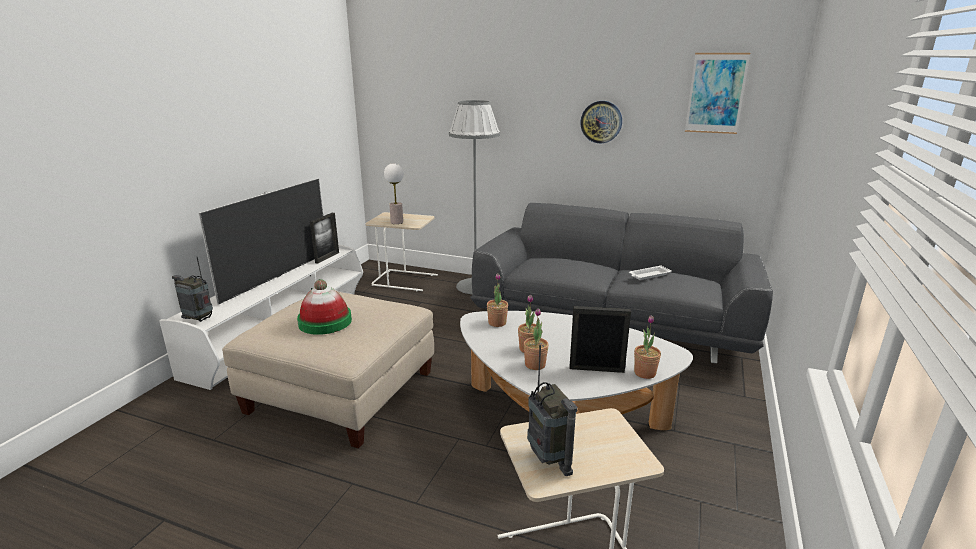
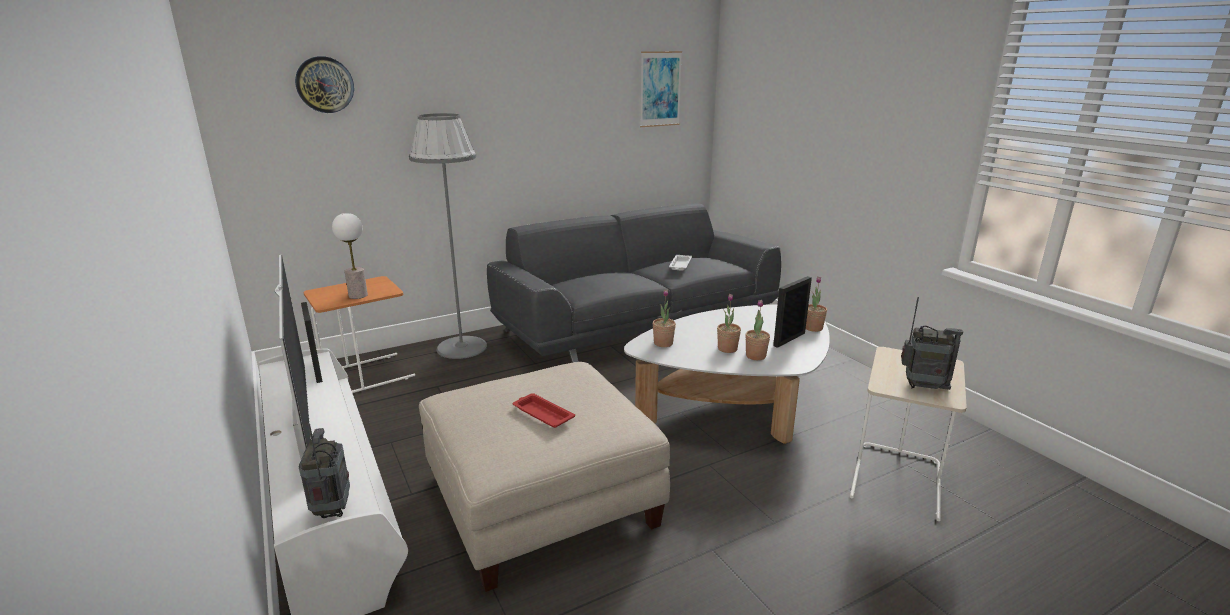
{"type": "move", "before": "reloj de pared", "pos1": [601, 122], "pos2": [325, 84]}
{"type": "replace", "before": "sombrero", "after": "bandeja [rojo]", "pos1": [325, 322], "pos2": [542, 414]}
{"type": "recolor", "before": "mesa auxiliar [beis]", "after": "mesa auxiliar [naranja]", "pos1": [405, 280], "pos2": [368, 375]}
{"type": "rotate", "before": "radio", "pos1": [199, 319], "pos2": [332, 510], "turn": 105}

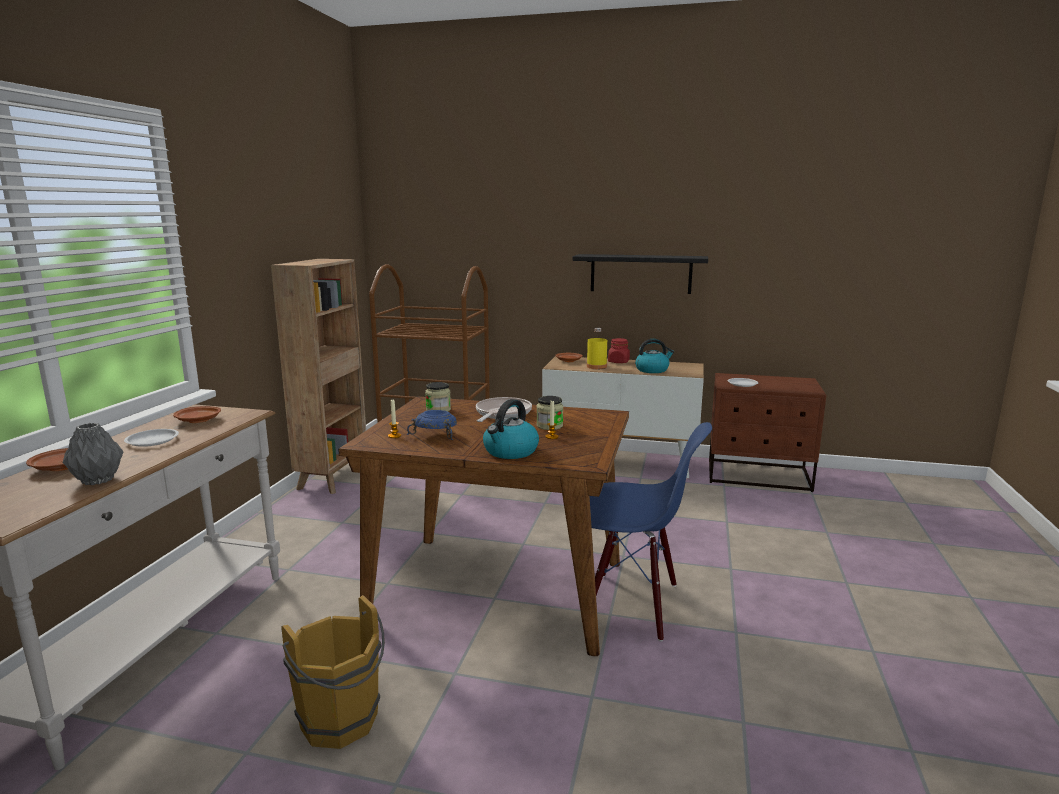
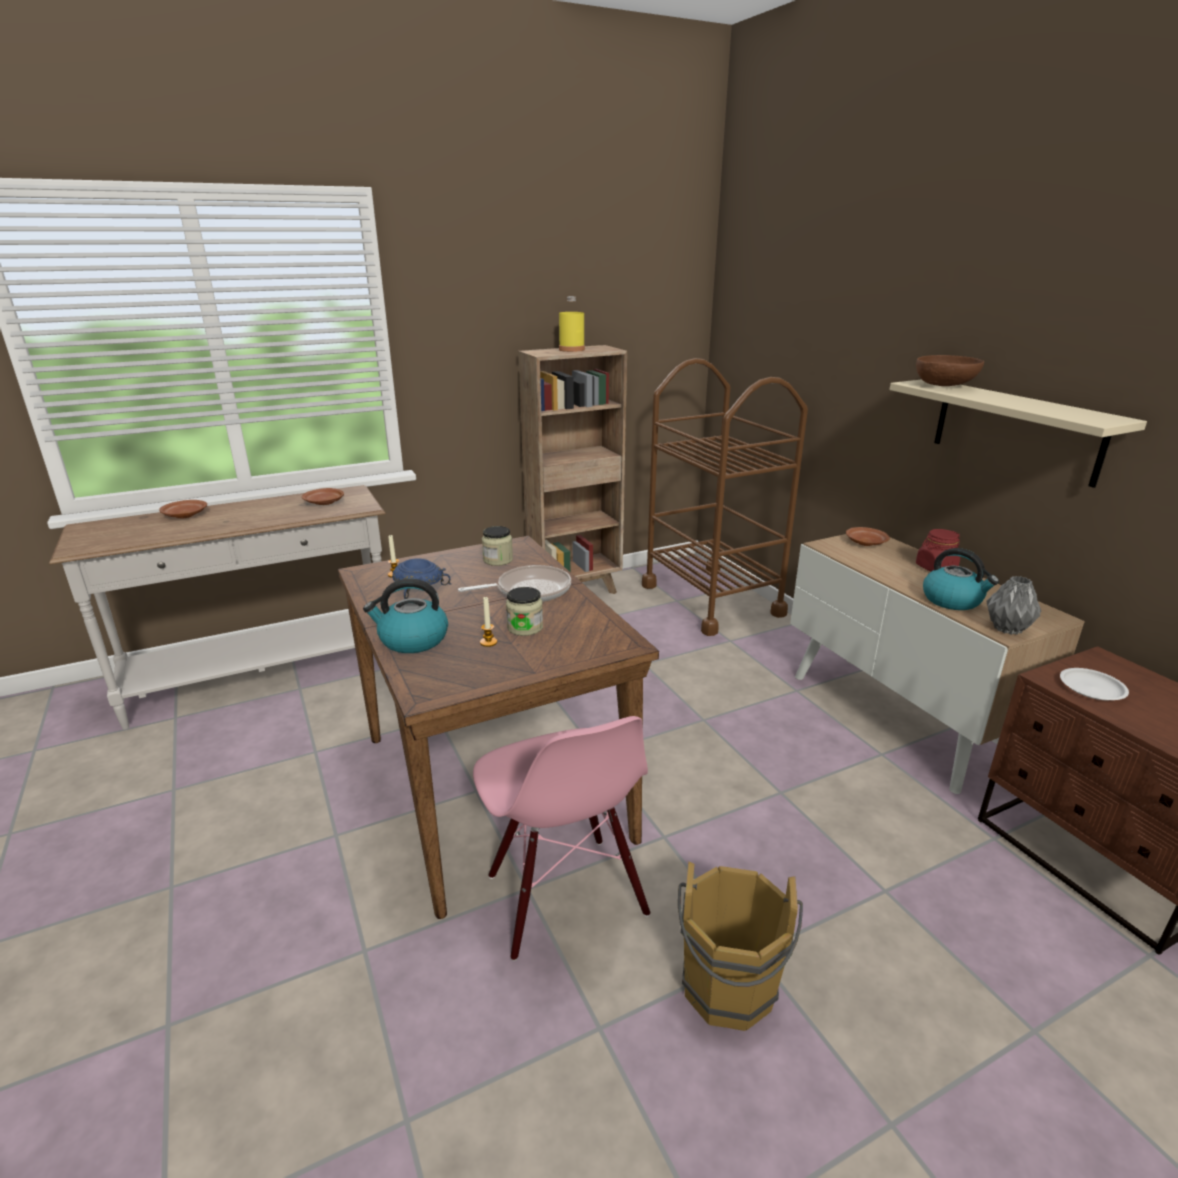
{"type": "delete", "before": "plato [blanco]", "pos1": [152, 441]}
{"type": "insert", "after": "cuenco [marrón]", "pos2": [945, 386]}
{"type": "move", "before": "florero [gris]", "pos1": [98, 480], "pos2": [1008, 629]}
{"type": "move", "before": "cubo [marrón]", "pos1": [342, 725], "pos2": [727, 995]}
{"type": "move", "before": "botella [amarillo]", "pos1": [596, 366], "pos2": [571, 349]}
{"type": "recolor", "before": "estante [negro]", "after": "estante [beis]", "pos1": [640, 273], "pos2": [1016, 430]}
{"type": "recolor", "before": "silla [azul]", "after": "silla [rosa]", "pos1": [631, 604], "pos2": [564, 896]}

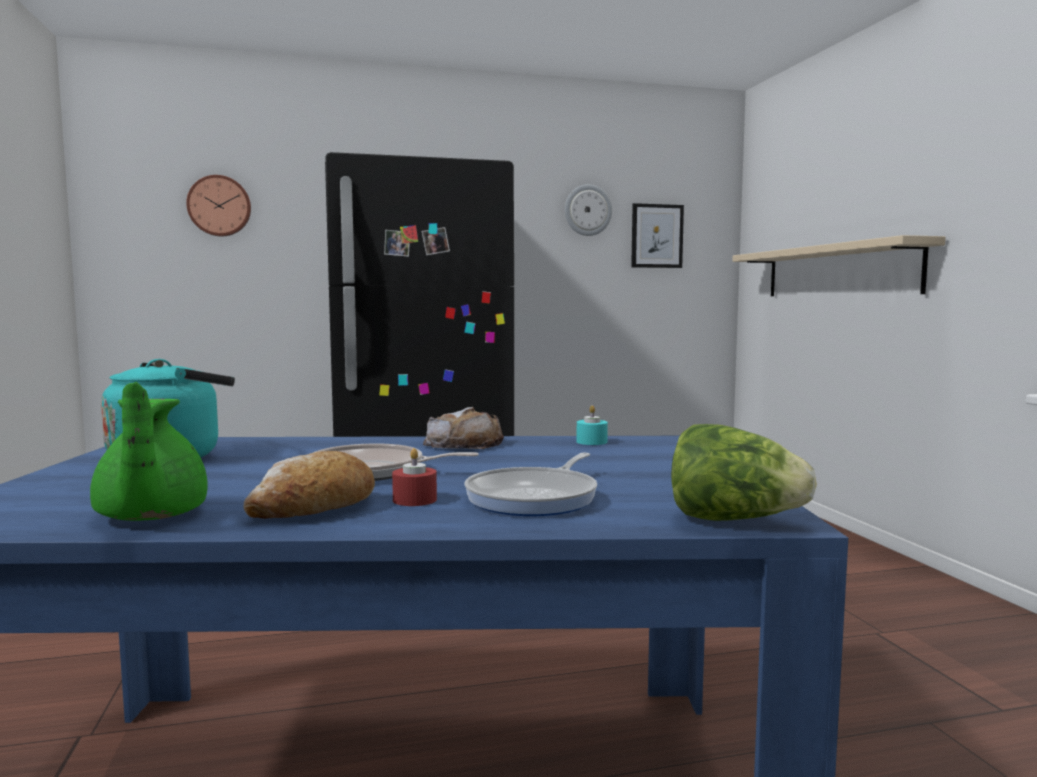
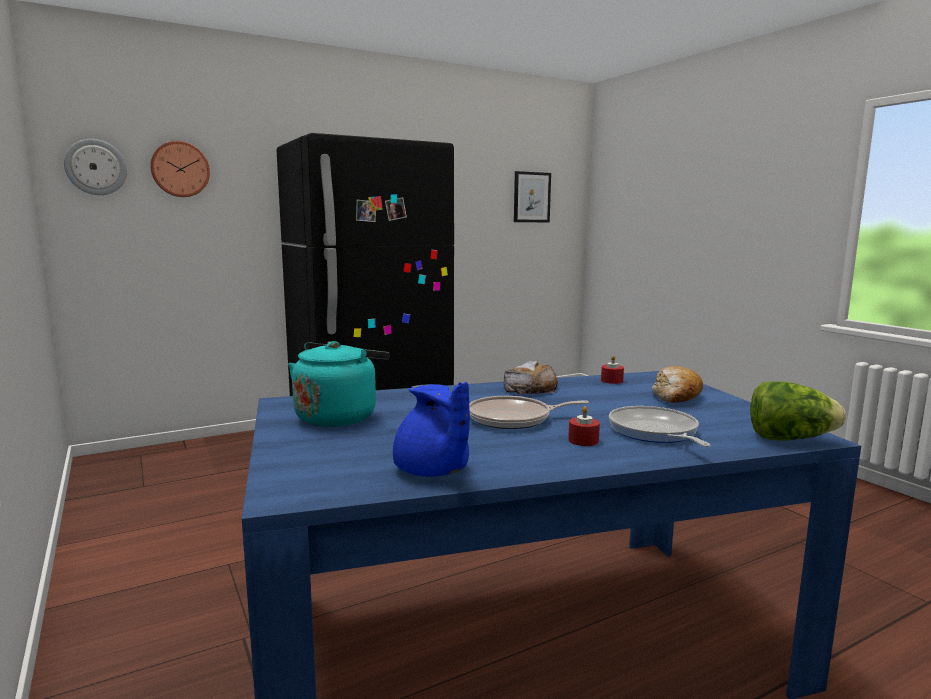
{"type": "delete", "before": "estante [beis]", "pos1": [838, 271]}
{"type": "move", "before": "pan", "pos1": [314, 508], "pos2": [676, 396]}
{"type": "move", "before": "reloj de pared", "pos1": [587, 210], "pos2": [96, 167]}
{"type": "recolor", "before": "tetera [verde]", "after": "tetera [azul]", "pos1": [149, 517], "pos2": [432, 471]}
{"type": "recolor", "before": "vela [turquesa]", "after": "vela [rojo]", "pos1": [591, 442], "pos2": [612, 380]}
{"type": "rotate", "before": "sartén", "pos1": [536, 498], "pos2": [654, 432], "turn": 150}

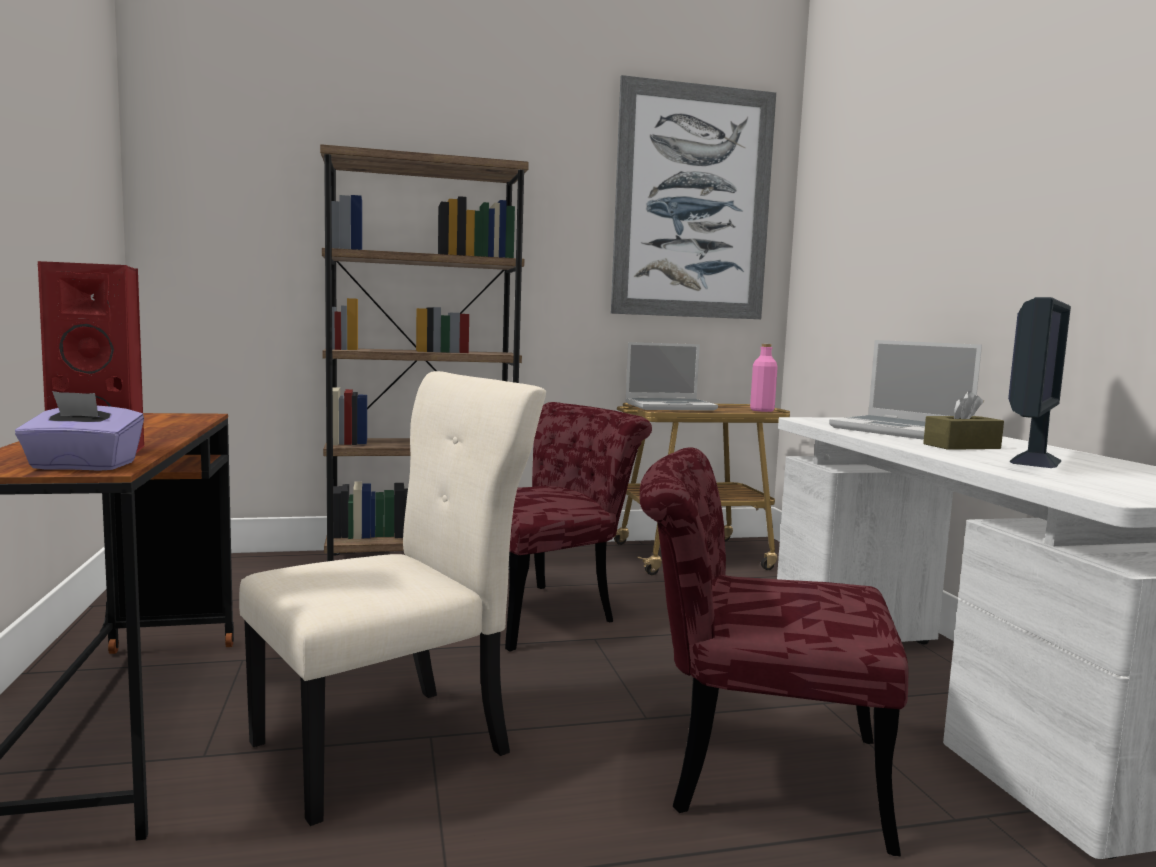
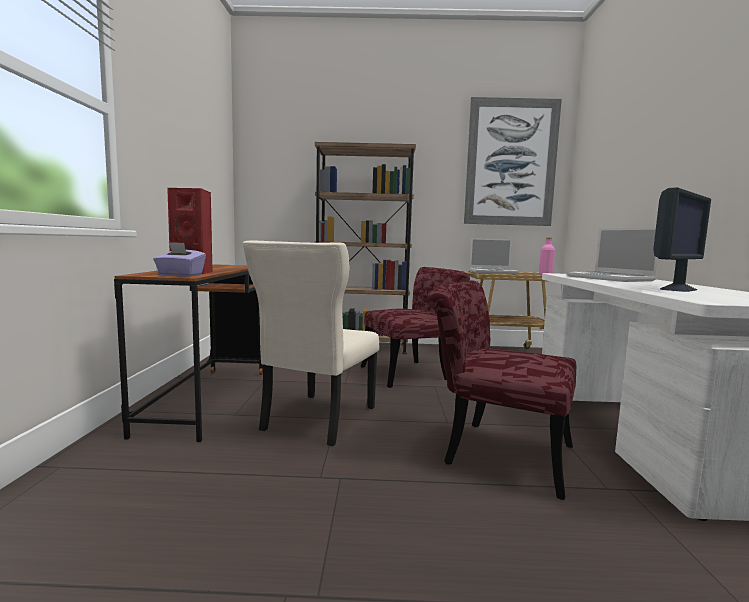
{"type": "delete", "before": "caja de pañuelos [marrón]", "pos1": [961, 446]}
{"type": "rotate", "before": "silla [beis]", "pos1": [391, 746], "pos2": [317, 420], "turn": 135}

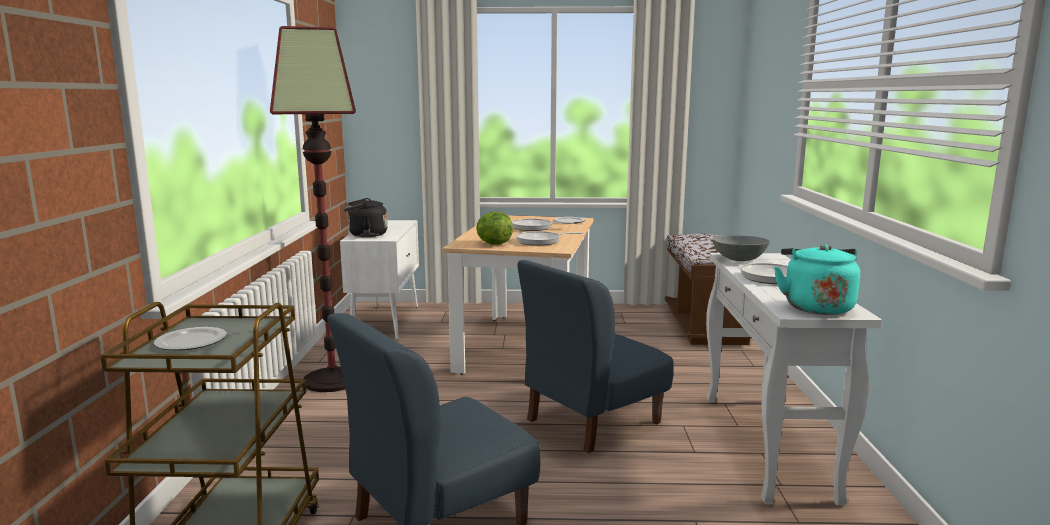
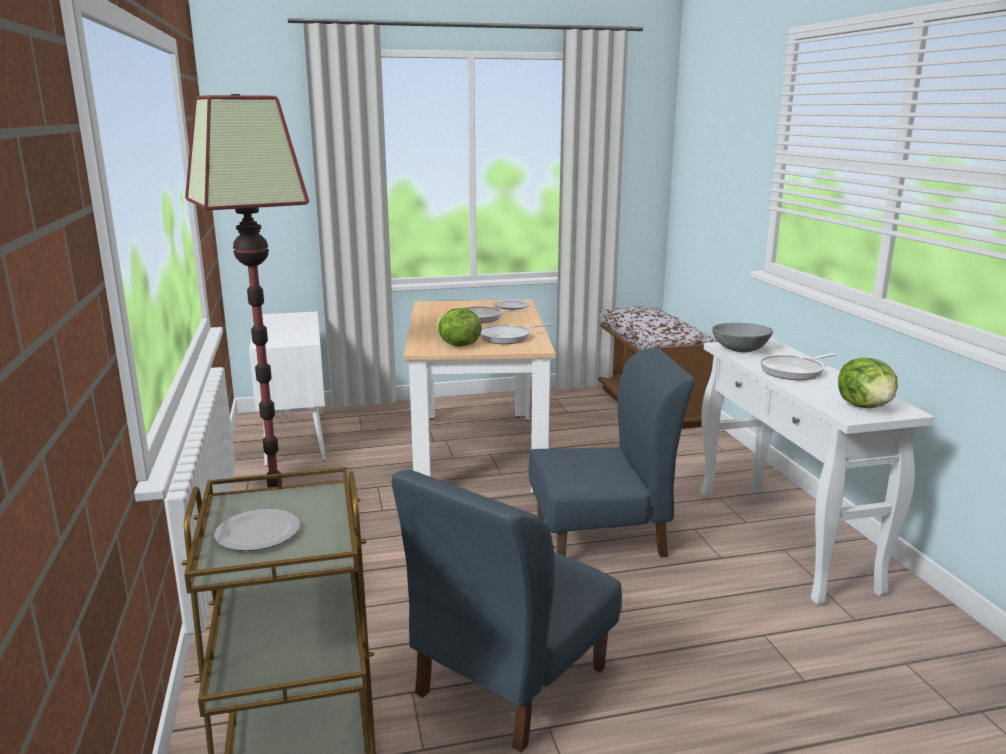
{"type": "delete", "before": "hervidor [negro]", "pos1": [365, 235]}
{"type": "replace", "before": "hervidor [turquesa]", "after": "lechuga", "pos1": [816, 307], "pos2": [865, 406]}
{"type": "rotate", "before": "silla [azul]", "pos1": [592, 421], "pos2": [601, 536], "turn": -135}

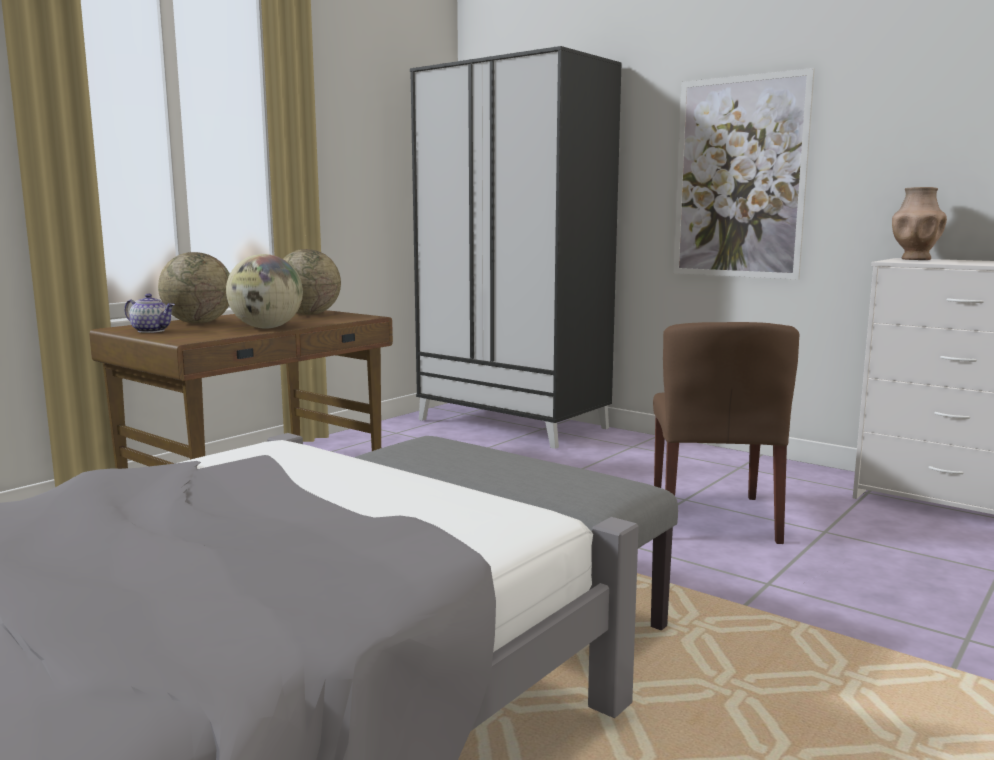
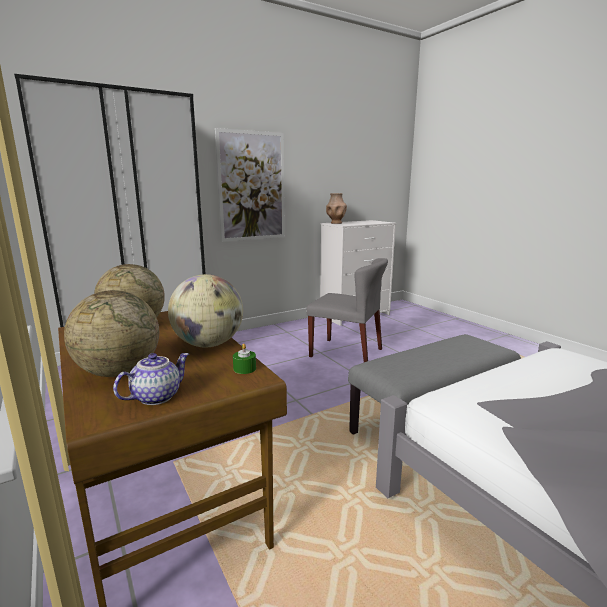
{"type": "insert", "after": "vela [verde]", "pos2": [244, 368]}
{"type": "recolor", "before": "silla [marrón]", "after": "silla [gris]", "pos1": [713, 518], "pos2": [347, 353]}

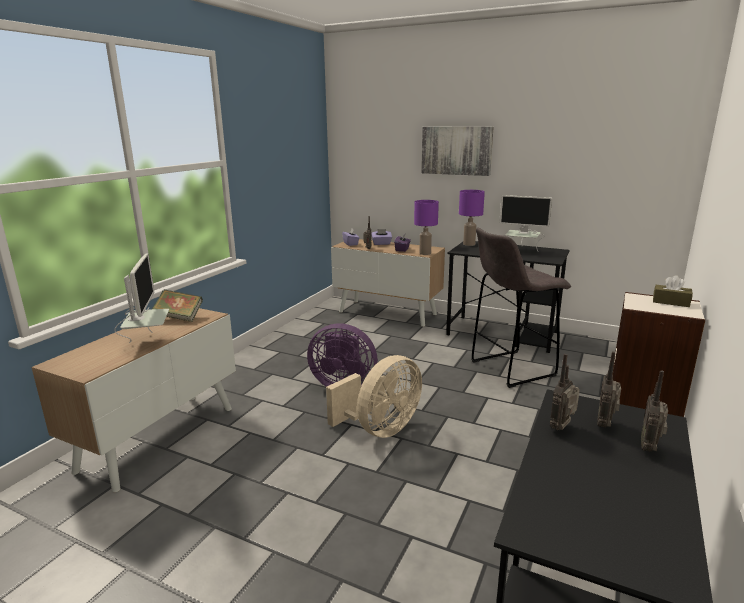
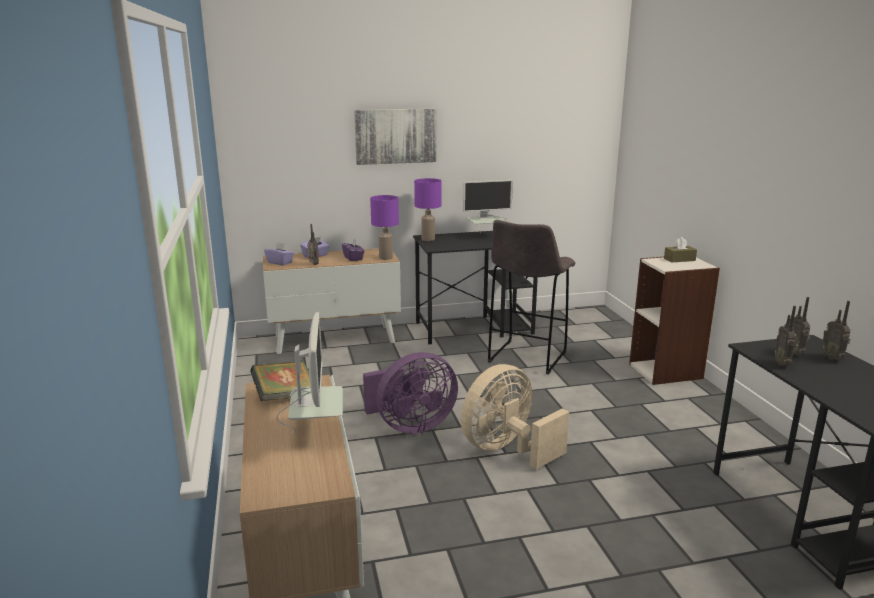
{"type": "rotate", "before": "monitor", "pos1": [148, 341], "pos2": [316, 432], "turn": 45}
{"type": "rotate", "before": "ventilador [beis]", "pos1": [380, 429], "pos2": [507, 449], "turn": -135}

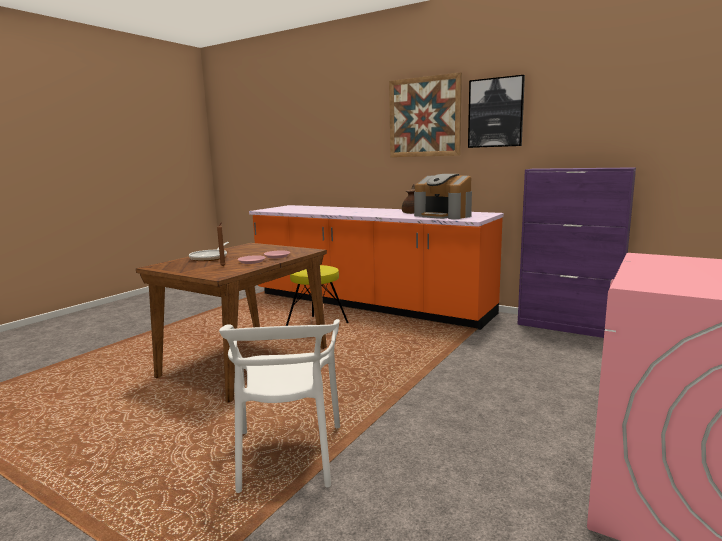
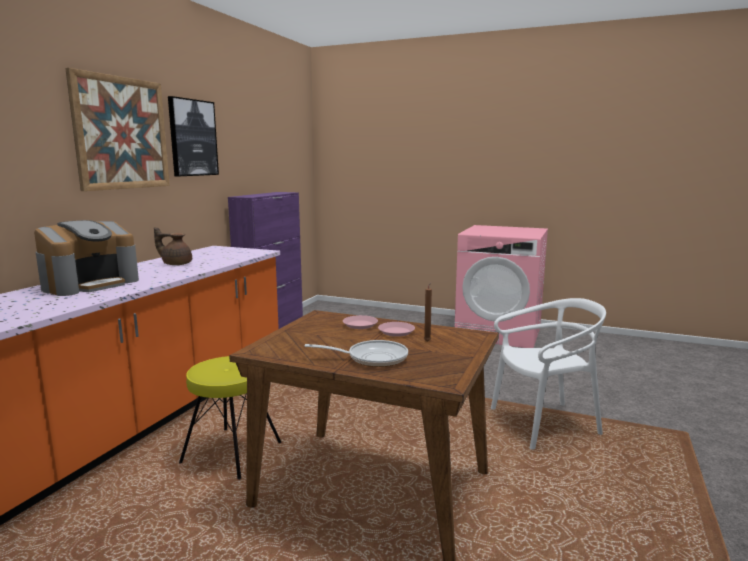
{"type": "move", "before": "cafetera", "pos1": [443, 215], "pos2": [90, 284]}

